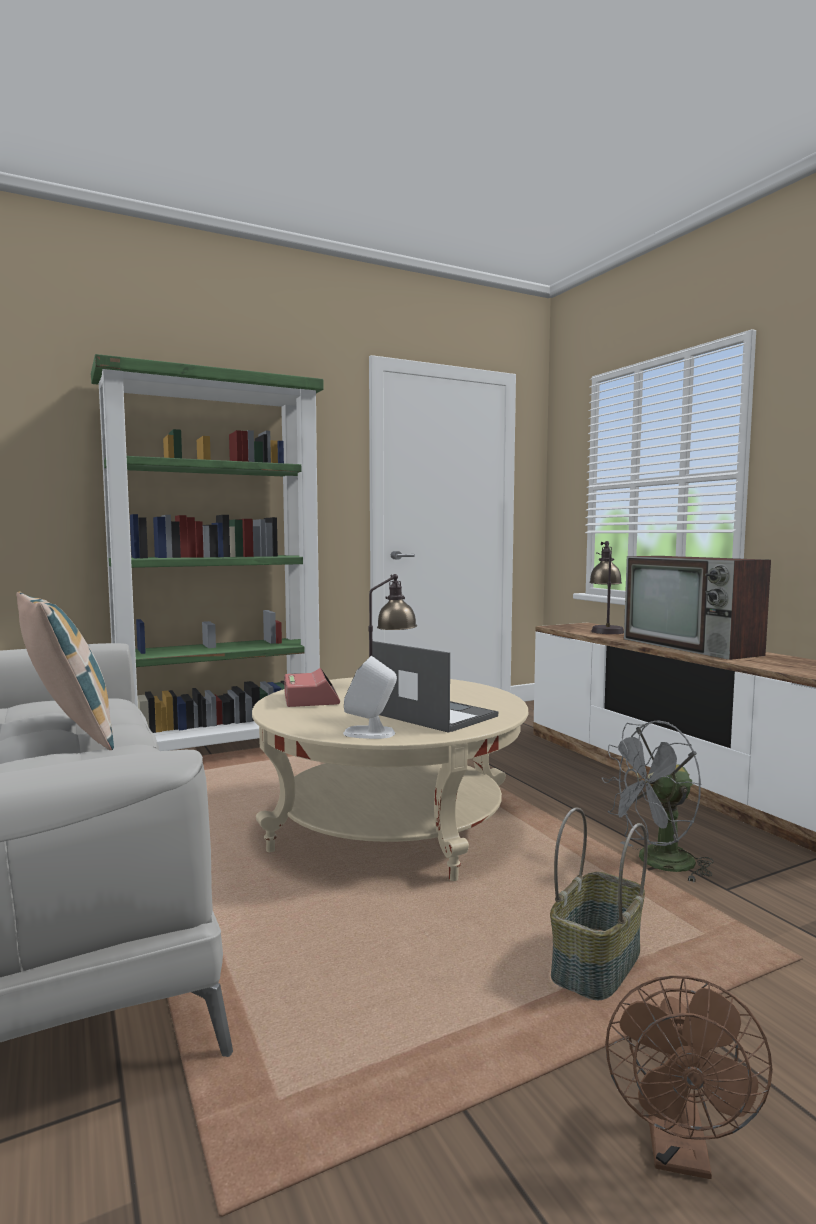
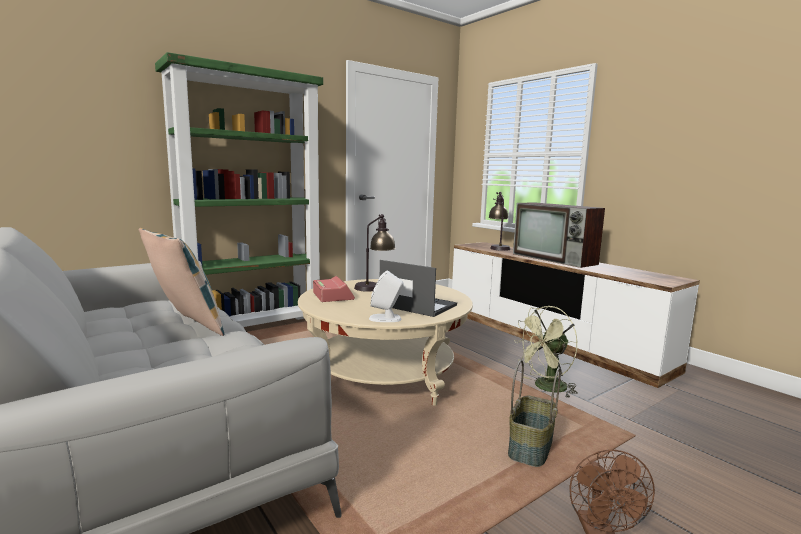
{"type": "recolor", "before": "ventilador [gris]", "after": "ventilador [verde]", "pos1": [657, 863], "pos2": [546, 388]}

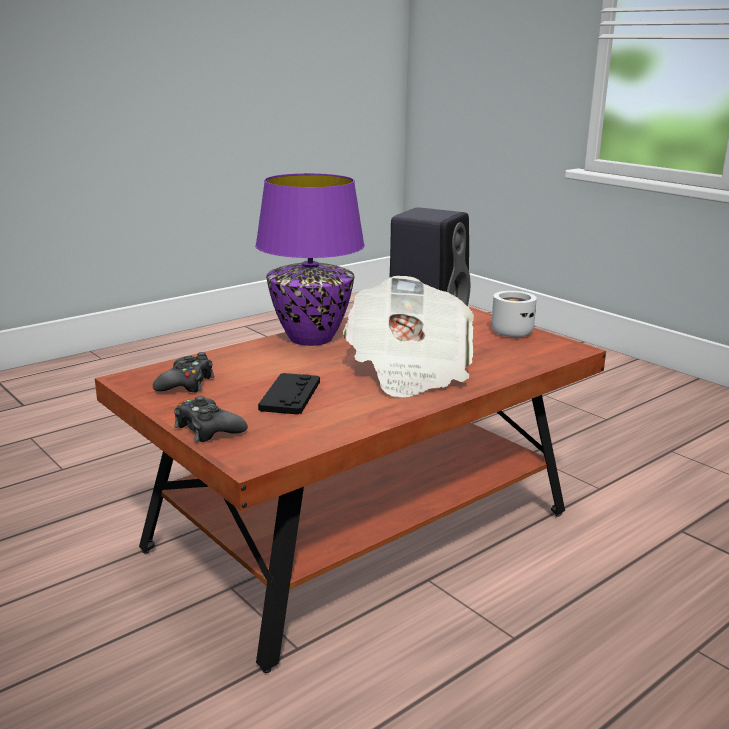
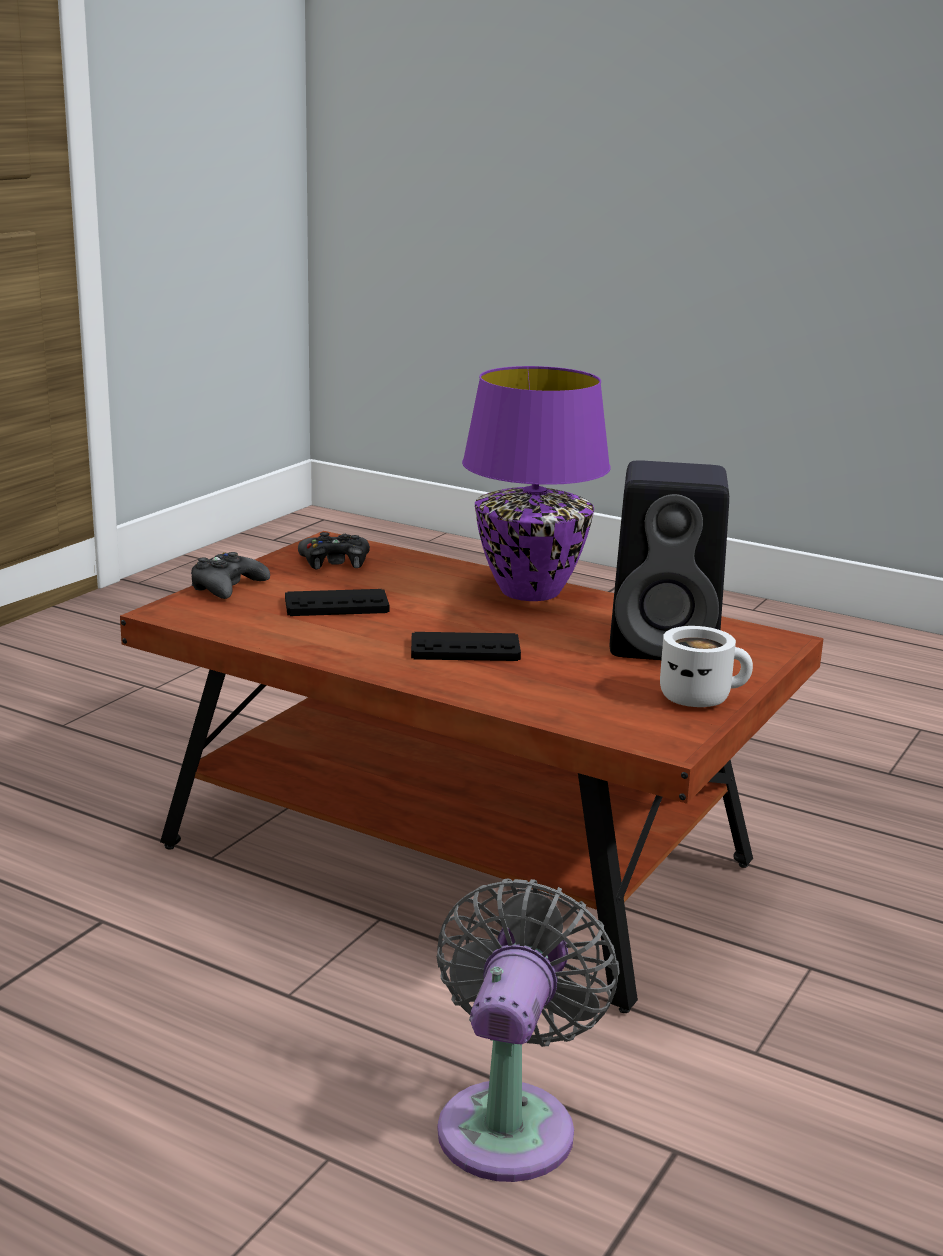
{"type": "insert", "after": "ventilador [gris]", "pos2": [510, 1121]}
{"type": "replace", "before": "periódico", "after": "mando de consola [negro]", "pos1": [408, 370], "pos2": [465, 649]}

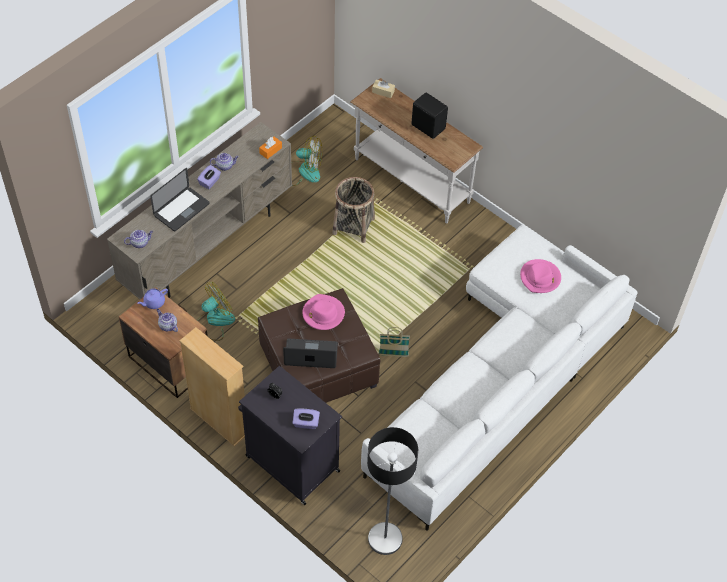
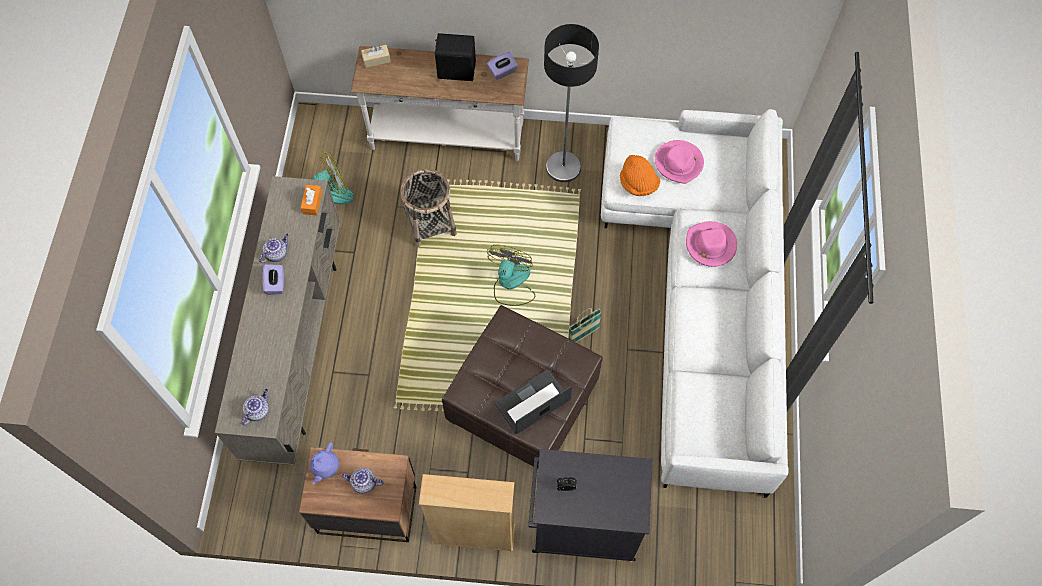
{"type": "delete", "before": "portátil", "pos1": [181, 210]}
{"type": "insert", "after": "sombrero [naranja]", "pos2": [638, 183]}
{"type": "move", "before": "ventilador", "pos1": [214, 321], "pos2": [511, 283]}
{"type": "move", "before": "caja de pañuelos [morado]", "pos1": [306, 423], "pos2": [502, 71]}
{"type": "move", "before": "sombrero [rosa]", "pos1": [323, 314], "pos2": [710, 245]}
{"type": "move", "before": "lámpara de pie", "pos1": [384, 538], "pos2": [563, 167]}

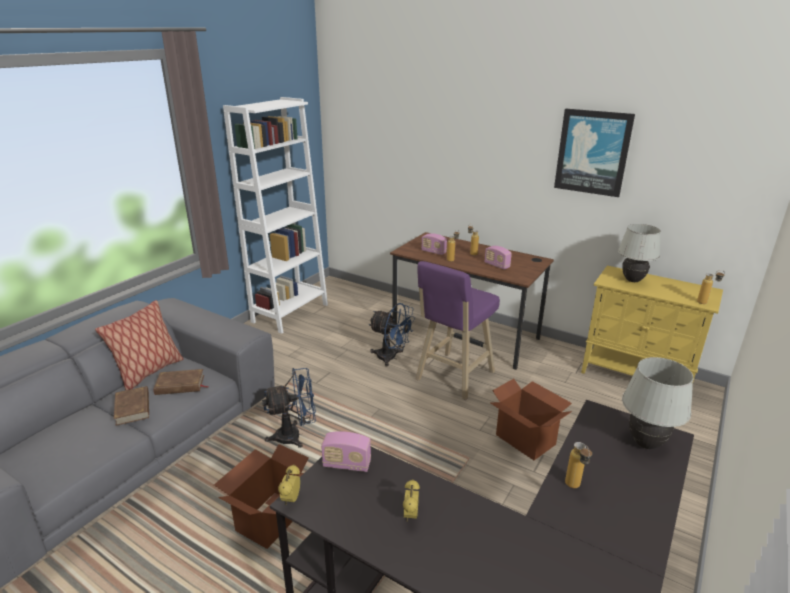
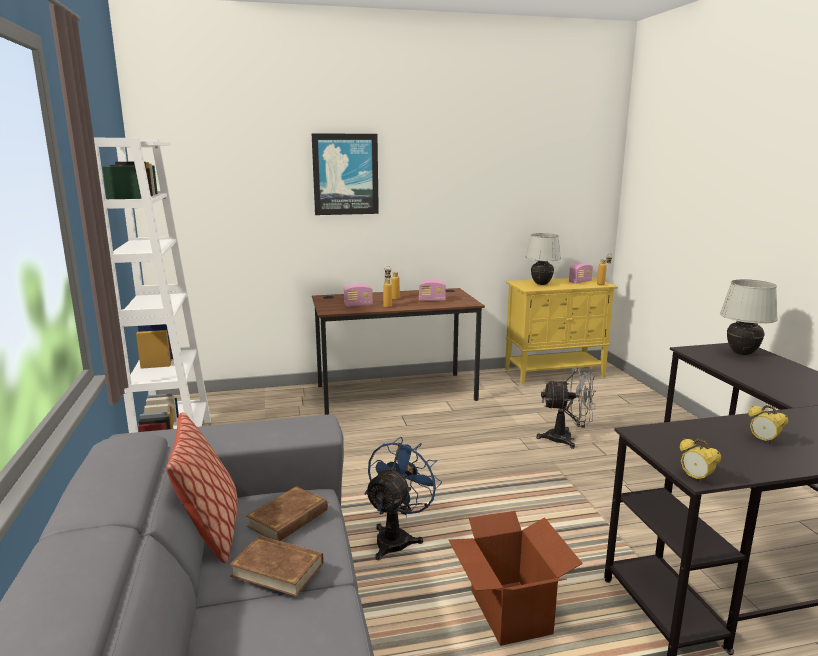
{"type": "delete", "before": "ventilador [azul]", "pos1": [391, 358]}
{"type": "delete", "before": "taburete [morado]", "pos1": [453, 377]}
{"type": "delete", "before": "botella", "pos1": [574, 488]}
{"type": "move", "before": "radio", "pos1": [347, 464], "pos2": [580, 282]}
{"type": "move", "before": "cuadro", "pos1": [592, 152], "pos2": [345, 174]}
{"type": "replace", "before": "caja de cartón", "after": "ventilador [gris]", "pos1": [525, 439], "pos2": [566, 439]}

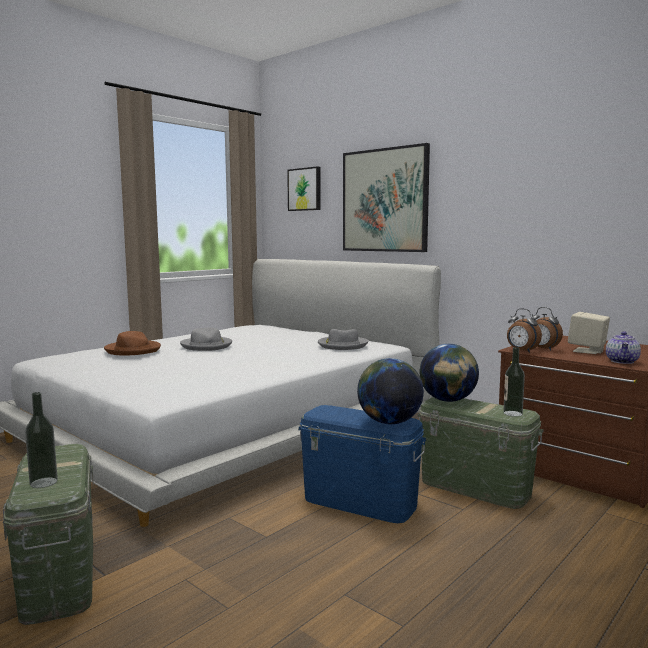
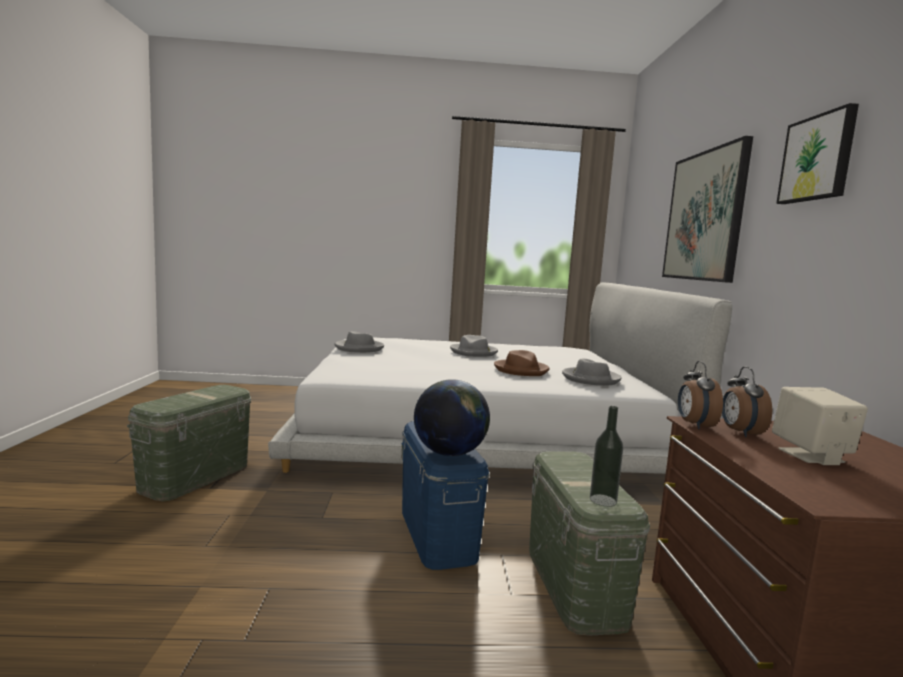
{"type": "delete", "before": "botella", "pos1": [43, 482]}
{"type": "delete", "before": "globo terráqueo", "pos1": [448, 400]}
{"type": "delete", "before": "tetera", "pos1": [622, 361]}
{"type": "insert", "after": "sombrero [gris]", "pos2": [359, 348]}
{"type": "move", "before": "sombrero [marrón]", "pos1": [133, 350], "pos2": [521, 370]}
{"type": "move", "before": "cuadro", "pos1": [305, 189], "pos2": [818, 158]}

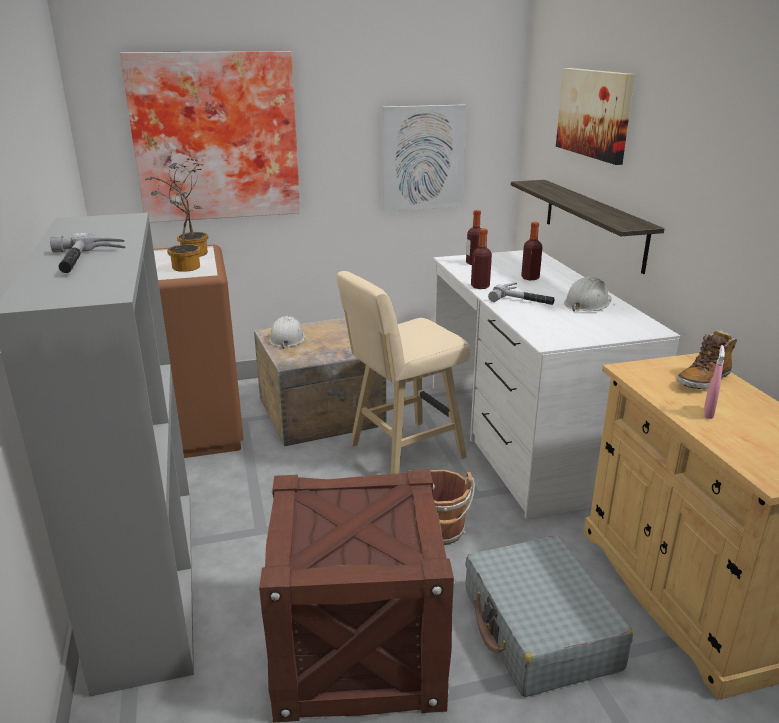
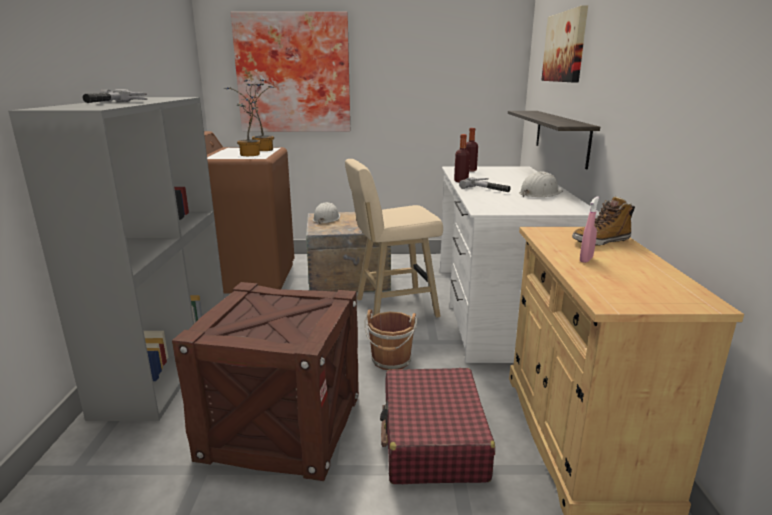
{"type": "delete", "before": "cuadro", "pos1": [422, 158]}
{"type": "delete", "before": "botella", "pos1": [530, 278]}
{"type": "recolor", "before": "maleta [gris]", "after": "maleta [rojo]", "pos1": [539, 629], "pos2": [433, 439]}

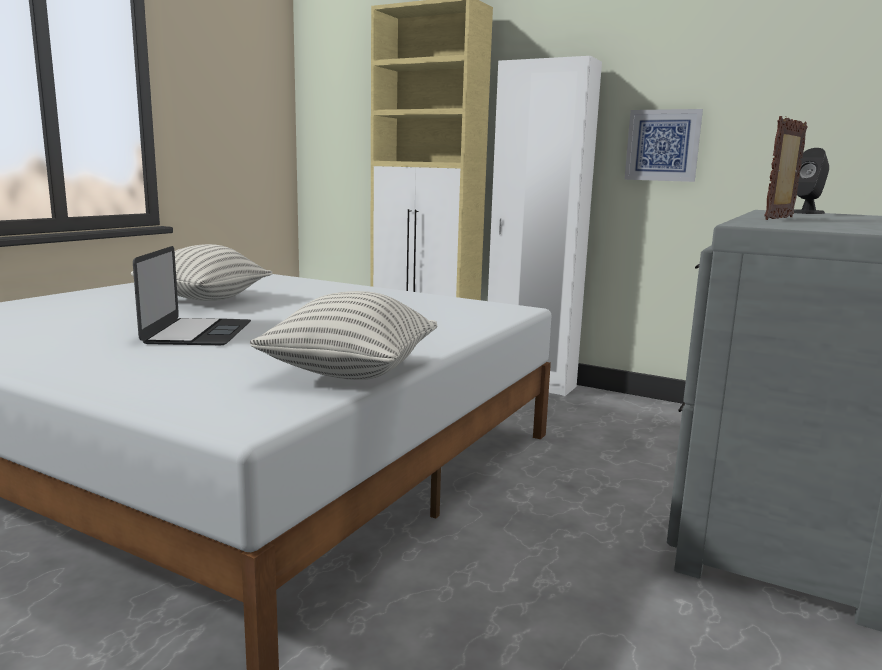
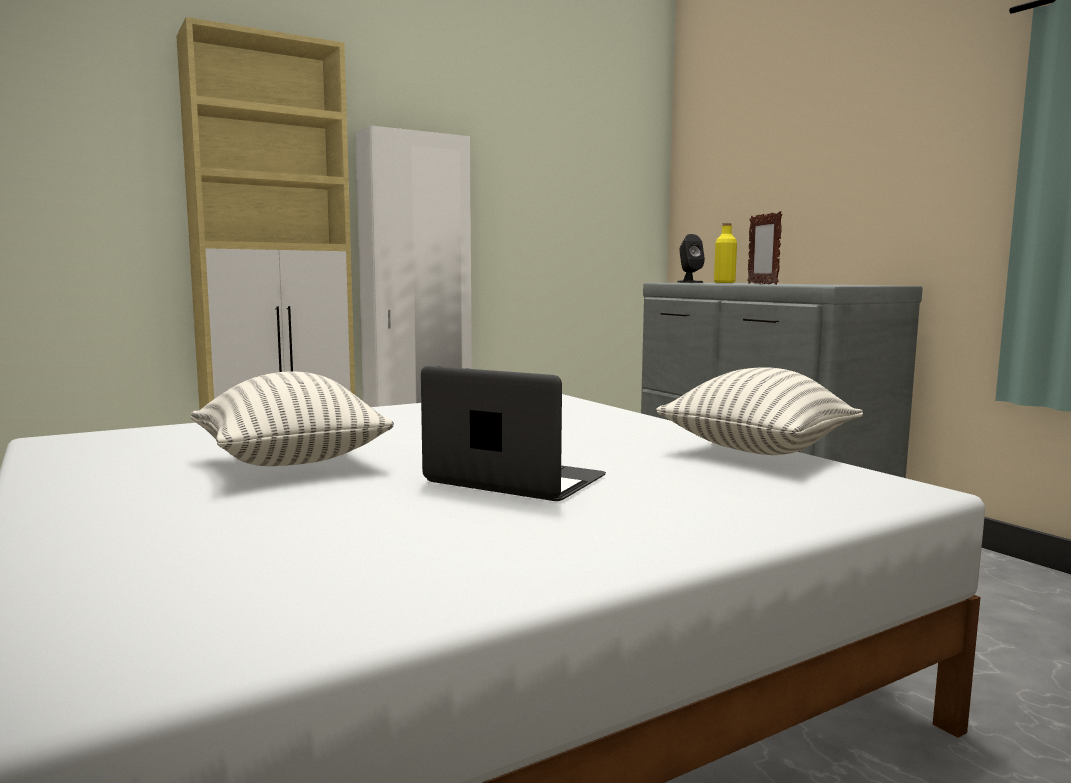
{"type": "delete", "before": "cuadro", "pos1": [662, 145]}
{"type": "insert", "after": "botella [amarillo]", "pos2": [724, 283]}

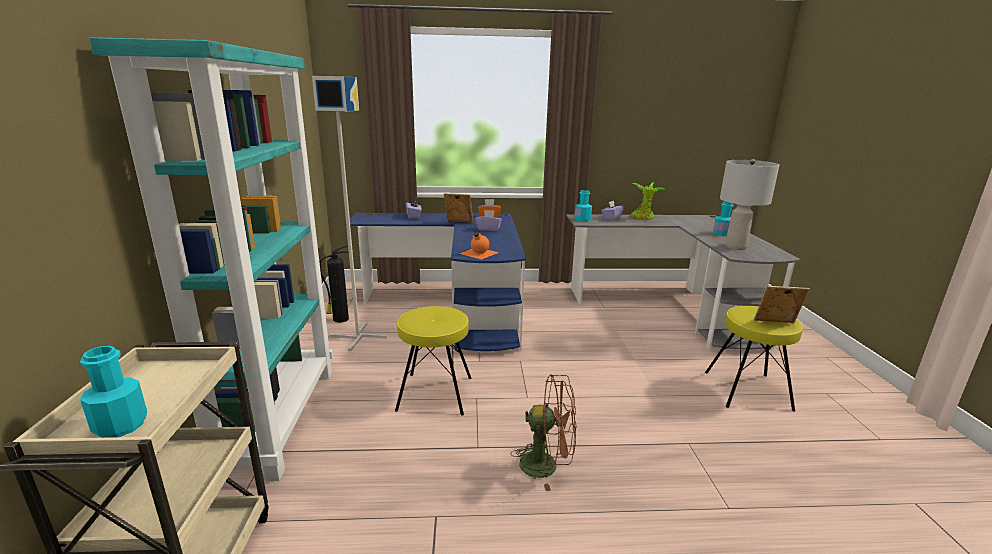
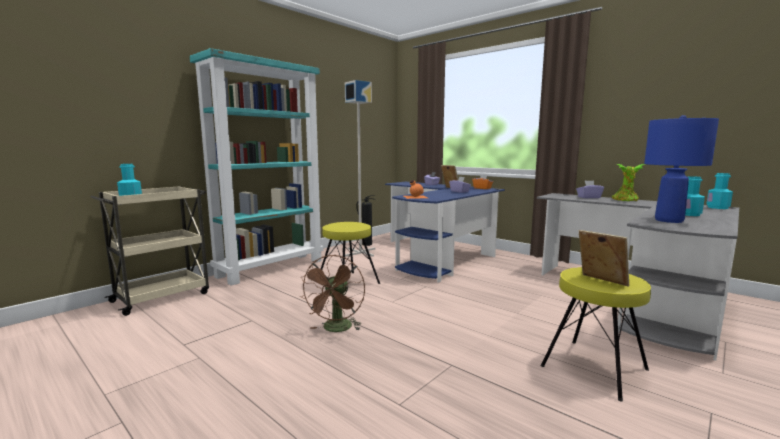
{"type": "move", "before": "botella [turquesa]", "pos1": [582, 220], "pos2": [717, 207]}
{"type": "recolor", "before": "lámpara de mesa [gris]", "after": "lámpara de mesa [azul]", "pos1": [736, 247], "pos2": [669, 220]}
{"type": "rotate", "before": "ventilador [marrón]", "pos1": [547, 465], "pos2": [336, 329], "turn": 45}

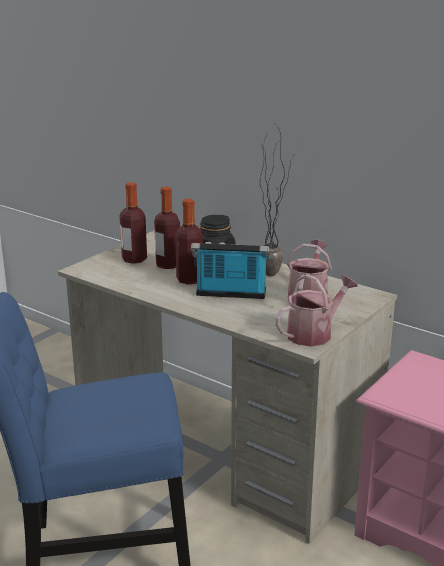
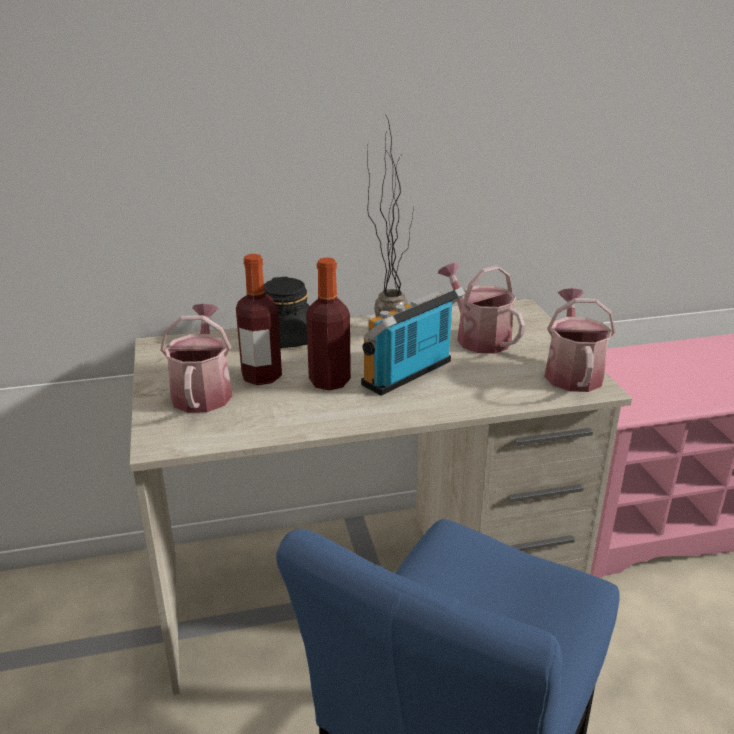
{"type": "replace", "before": "botella", "after": "regadera", "pos1": [134, 259], "pos2": [203, 391]}

